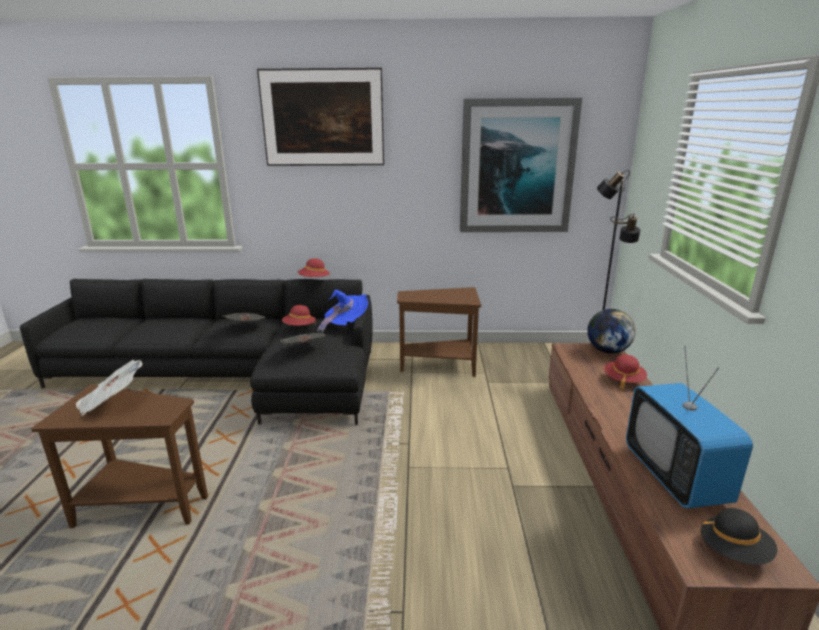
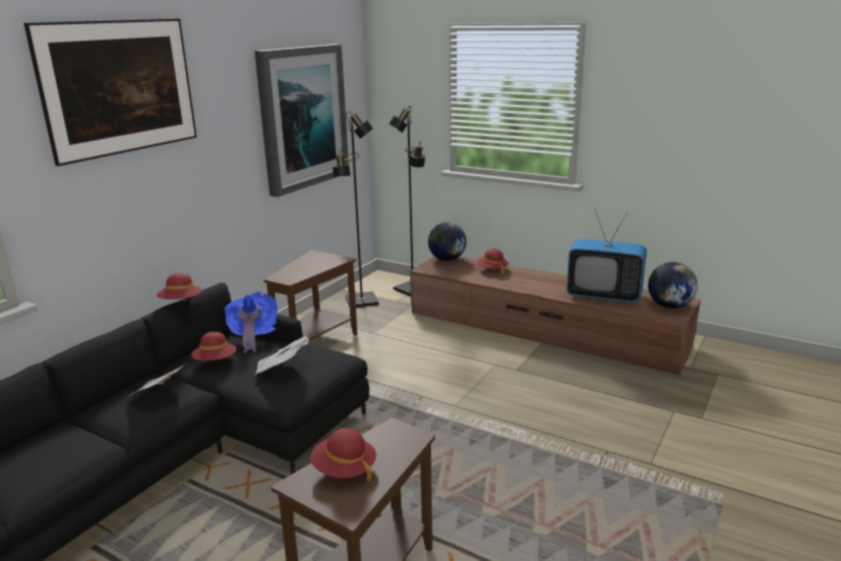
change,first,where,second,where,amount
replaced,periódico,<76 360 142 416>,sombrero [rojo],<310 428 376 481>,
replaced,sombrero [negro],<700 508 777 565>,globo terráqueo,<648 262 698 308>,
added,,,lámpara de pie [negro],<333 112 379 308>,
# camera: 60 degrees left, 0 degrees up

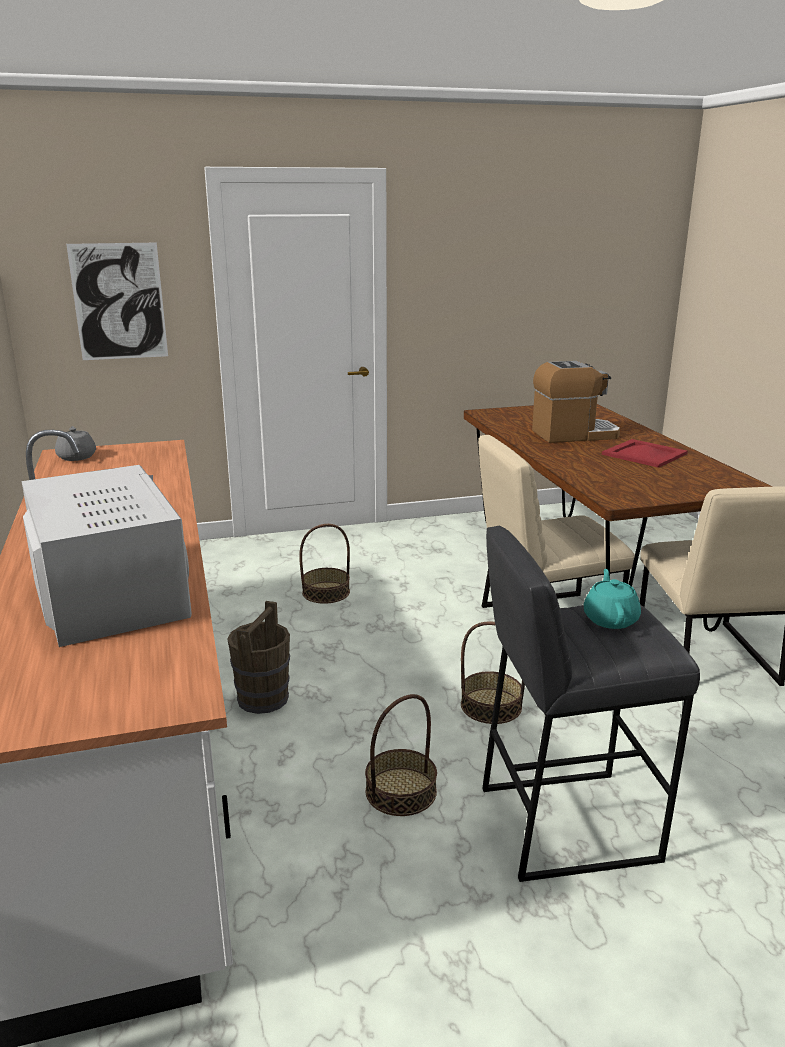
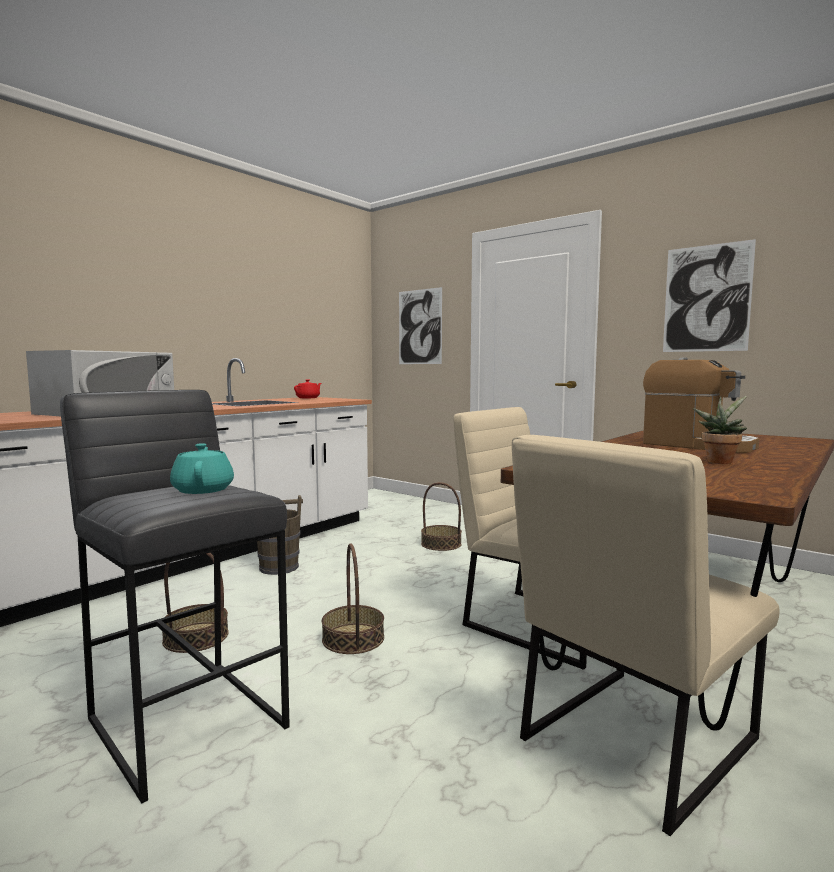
change,first,where,second,where,amount
recoloured,tetera [gris],<55 426 96 461>,tetera [rojo],<294 379 322 398>,
replaced,bandeja [rojo],<602 439 688 468>,planta en maceta,<693 396 747 464>,
turned,tetera [turquesa],<584 569 641 629>,,<170 443 234 494>,75 degrees counterclockwise
added,,,cuadro,<663 239 756 352>,
# camera: 55 degrees right, 15 degrees down

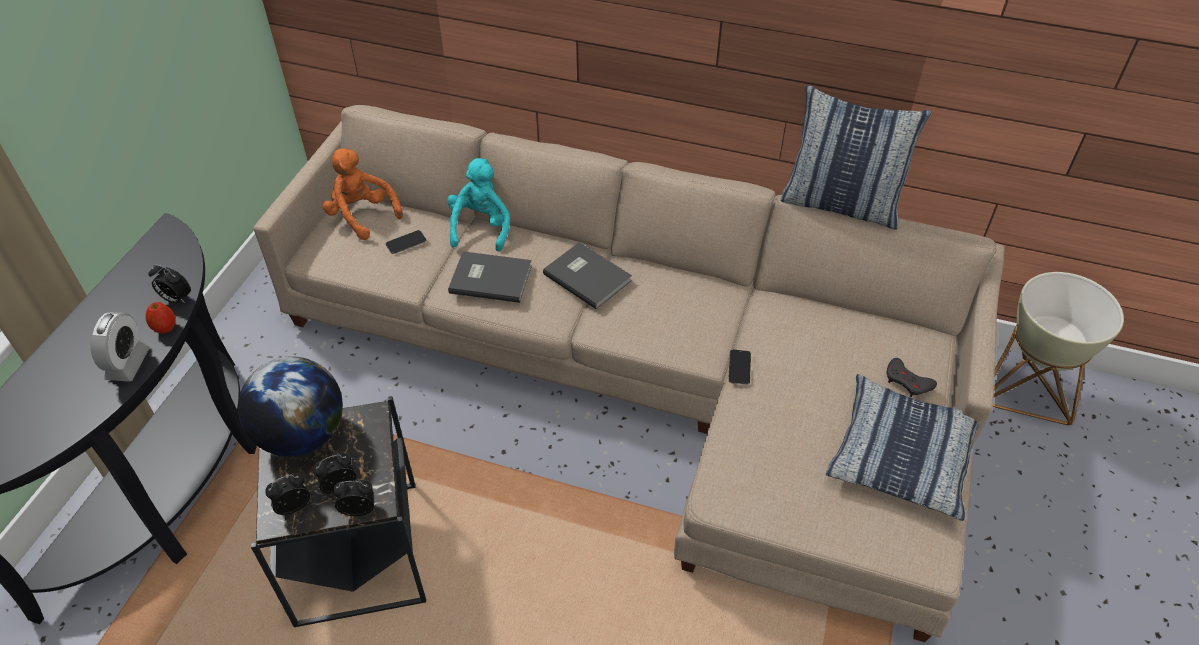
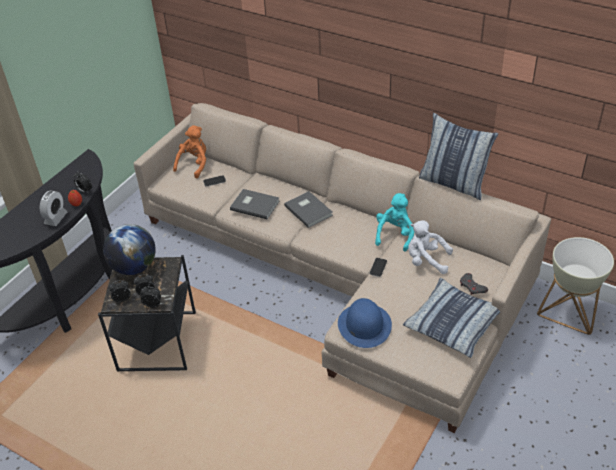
change,first,where,second,where,amount
turned,peluche [naranja],<322 148 403 240>,,<173 126 206 178>,60 degrees clockwise
moved,peluche [turquesa],<447 158 510 251>,,<375 193 414 252>,
added,,,peluche [blanco],<408 221 453 274>,
added,,,sombrero [azul],<338 298 392 348>,
# camera: 15 degrees right, 5 degrees down

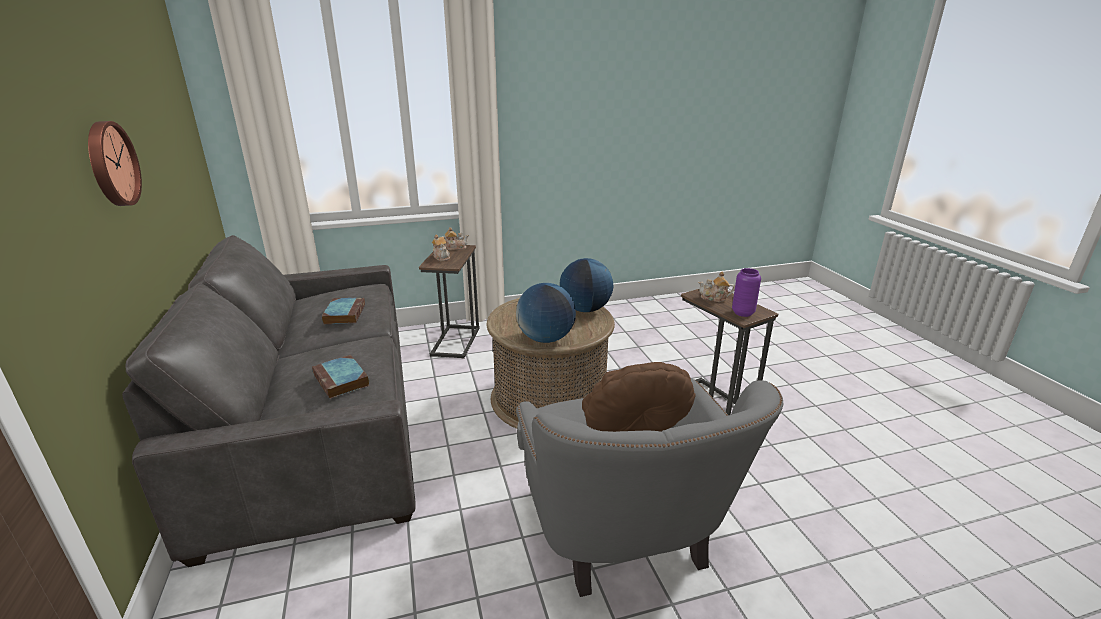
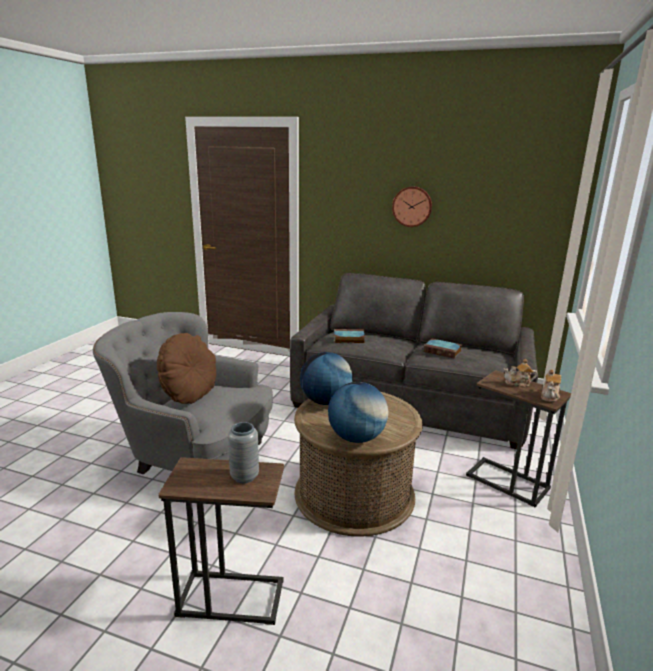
change,first,where,second,where,amount
removed,florero [morado],<732 268 761 317>,,,
replaced,tetera,<698 272 735 302>,florero [gris],<228 422 259 483>,
# camera: 125 degrees right, 5 degrees down

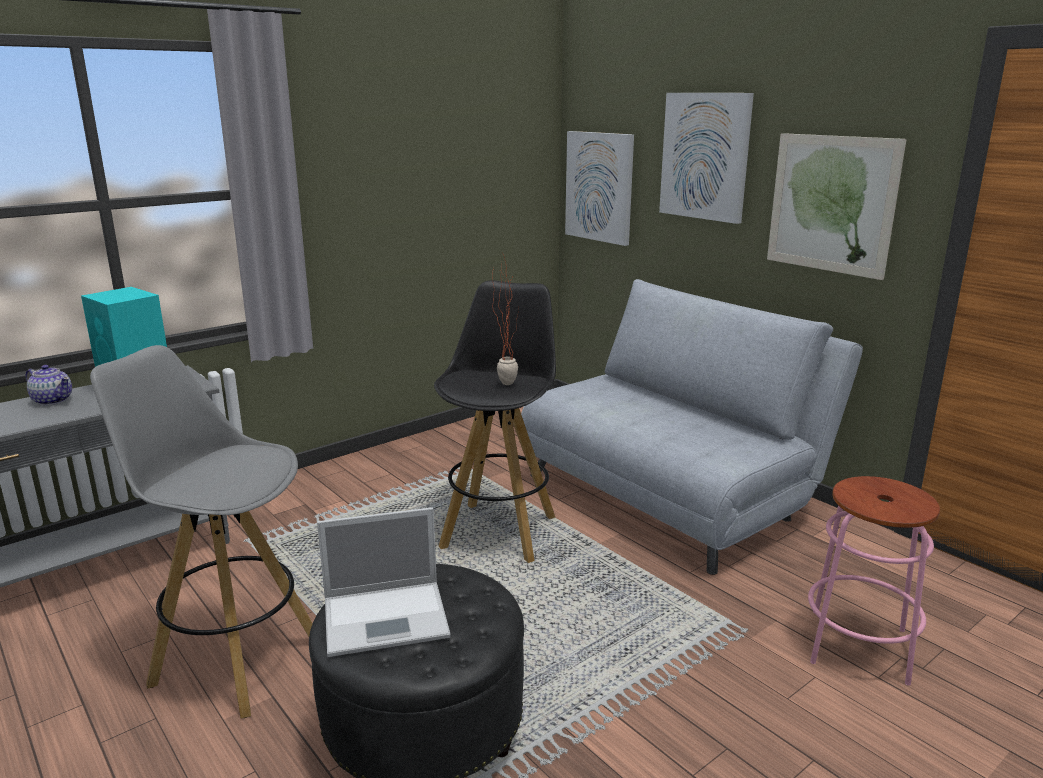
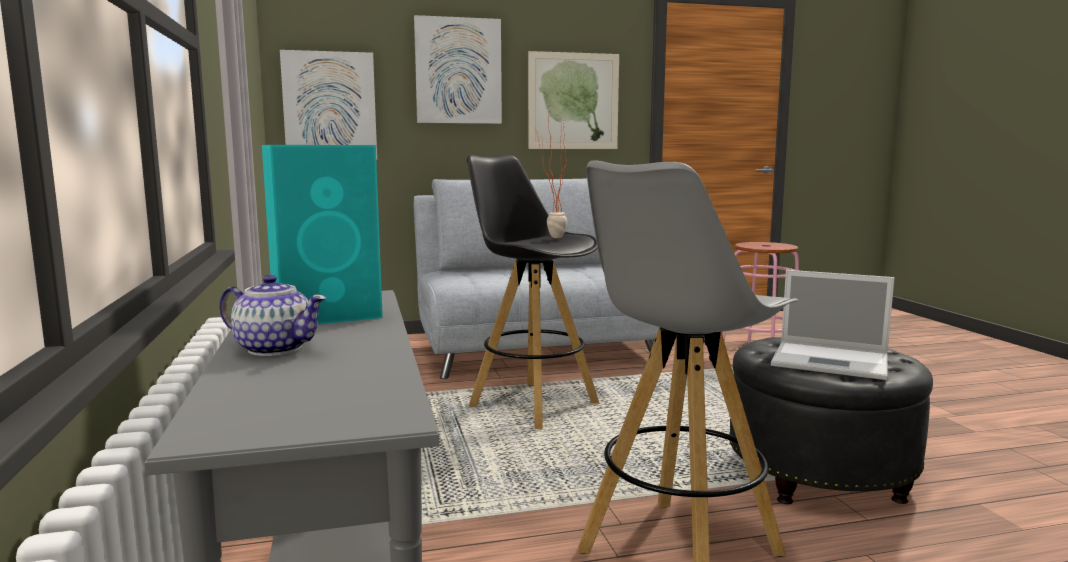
change,first,where,second,where,amount
turned,tetera,<25 365 72 405>,,<219 275 326 356>,60 degrees clockwise
turned,portátil,<317 507 451 657>,,<771 270 894 380>,105 degrees clockwise
# camera: 65 degrees left, 10 degrees down

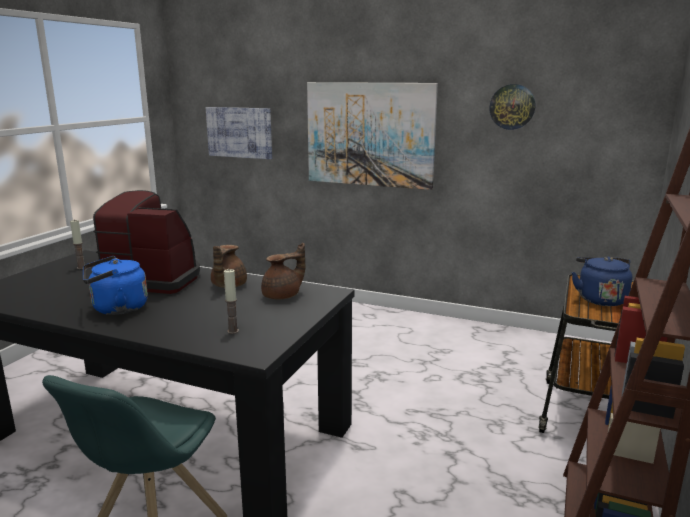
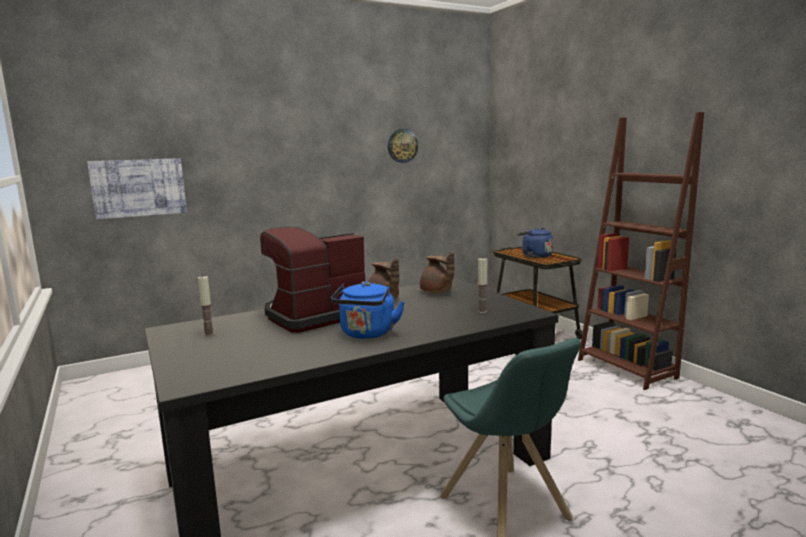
change,first,where,second,where,amount
removed,cuadro,<307 82 438 190>,,,
turned,tetera [marrón],<261 243 305 300>,,<420 252 454 293>,135 degrees clockwise
# camera: 50 degrees left, 5 degrees down

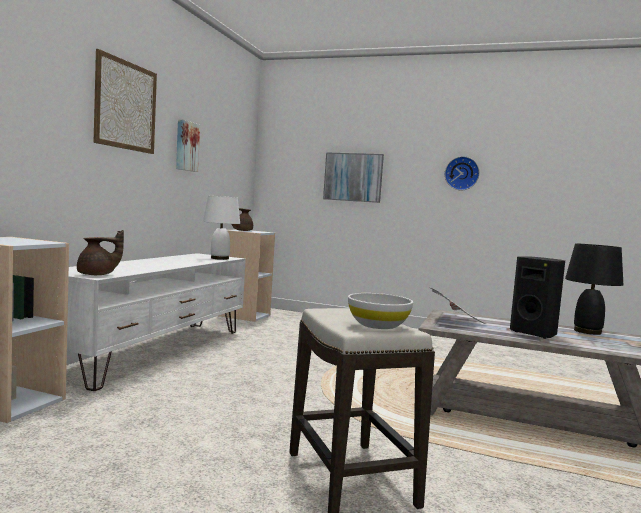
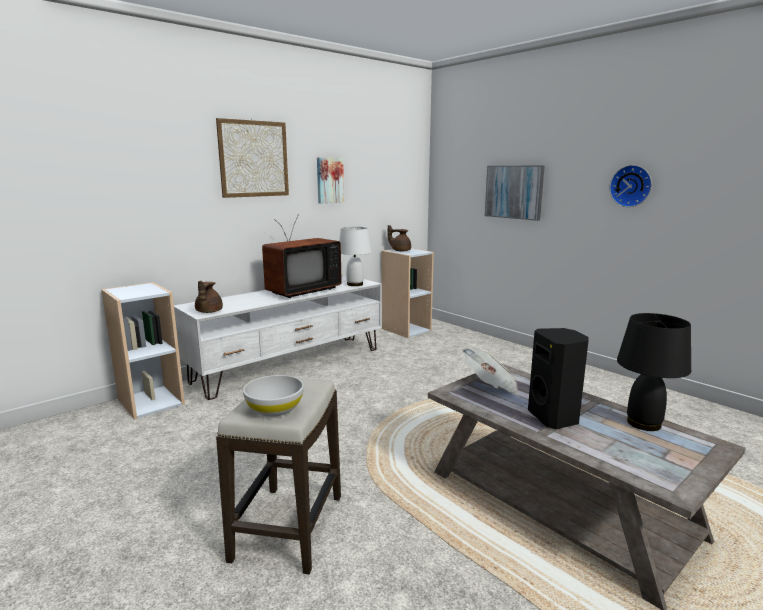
change,first,where,second,where,amount
turned,tetera [marrón],<77 230 124 275>,,<195 281 223 313>,90 degrees clockwise
added,,,televisor,<262 214 342 298>,
# camera: 30 degrees right, 10 degrees up

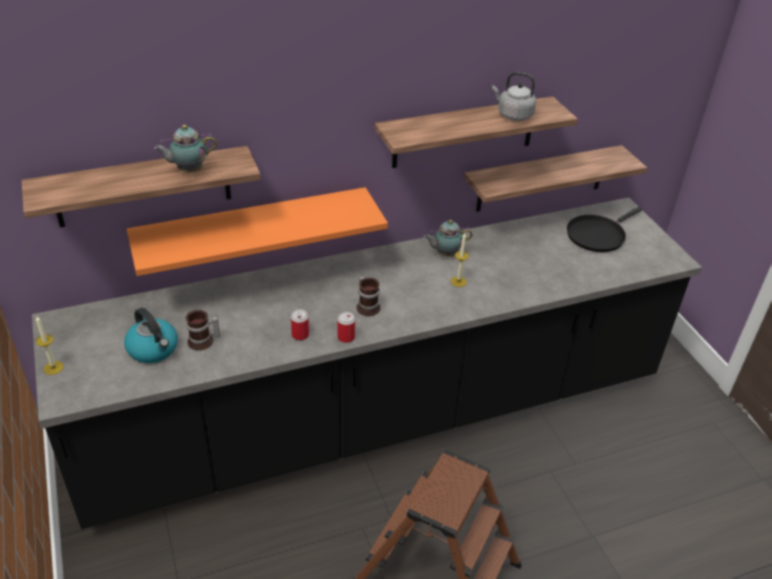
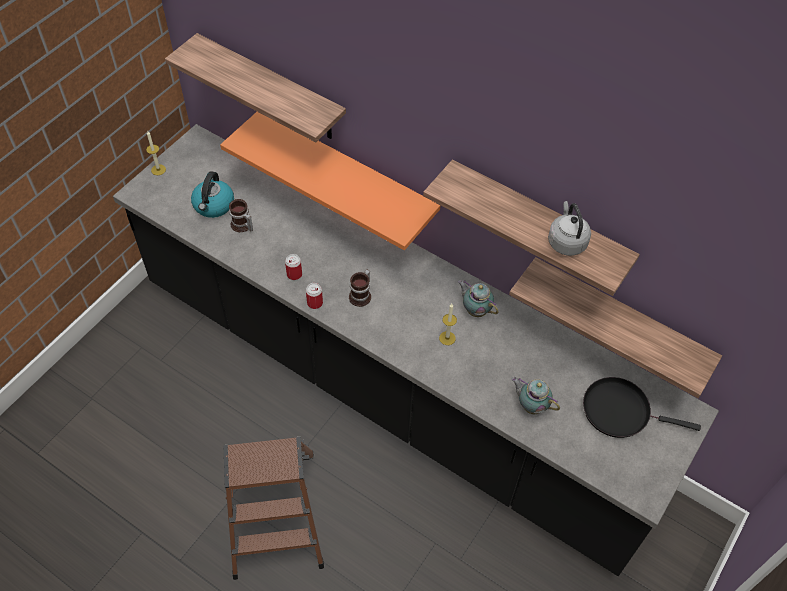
change,first,where,second,where,amount
moved,tetera,<154 125 217 172>,,<511 377 560 414>,
# camera: 55 degrees right, 15 degrees up

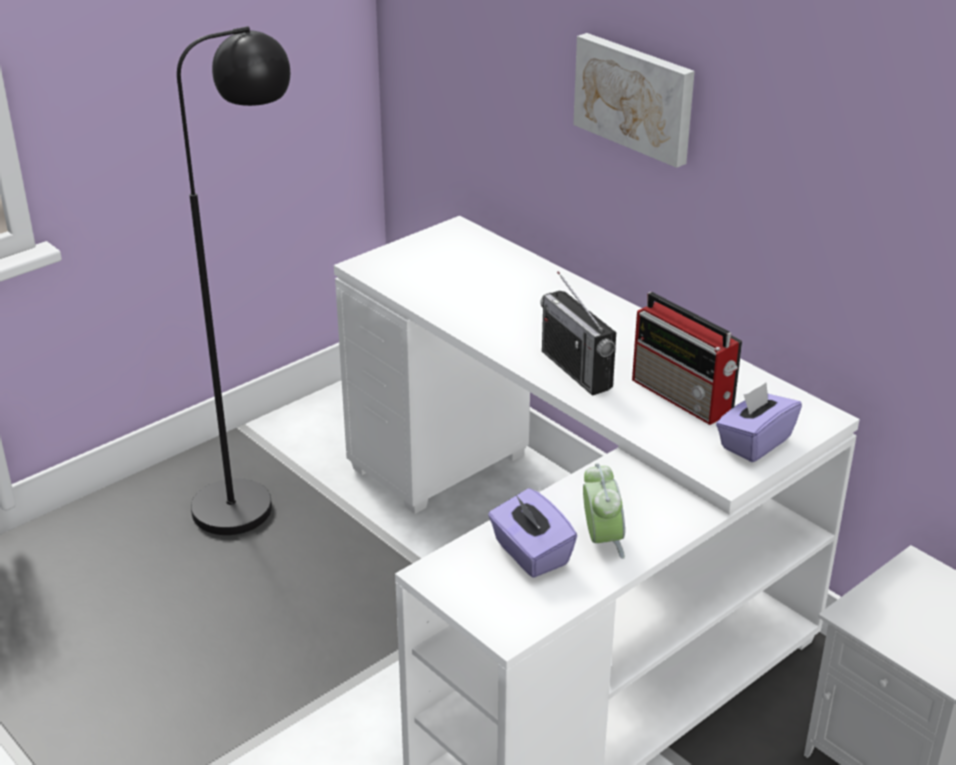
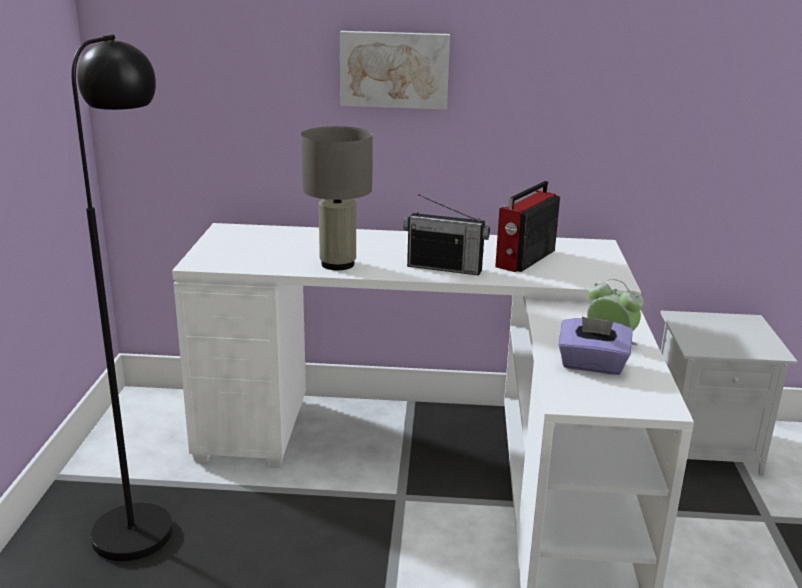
change,first,where,second,where,amount
turned,radio,<632 292 742 425>,,<495 181 560 272>,120 degrees clockwise
removed,caja de pañuelos [morado],<716 383 802 462>,,,
added,,,lámpara de mesa [gris],<301 126 373 270>,
# camera: 45 degrees left, 10 degrees down

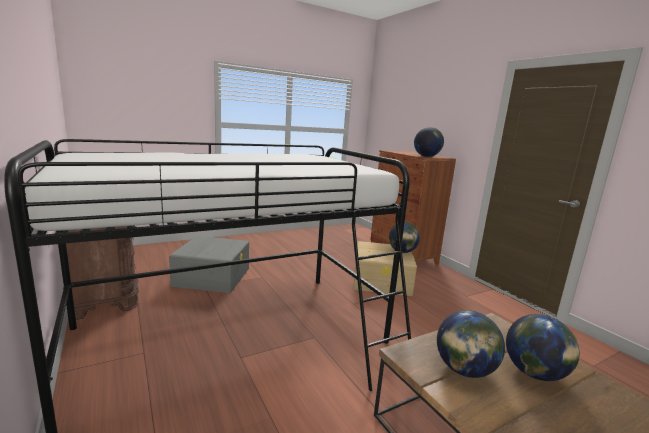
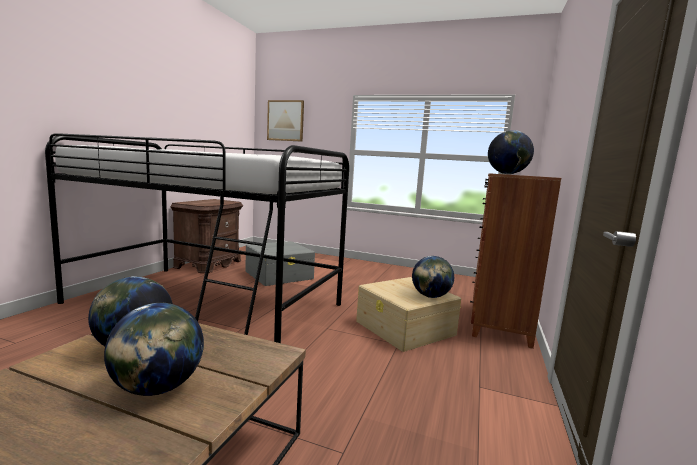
change,first,where,second,where,amount
added,,,cuadro,<267 100 304 142>,
# camera: 50 degrees right, 5 degrees down

